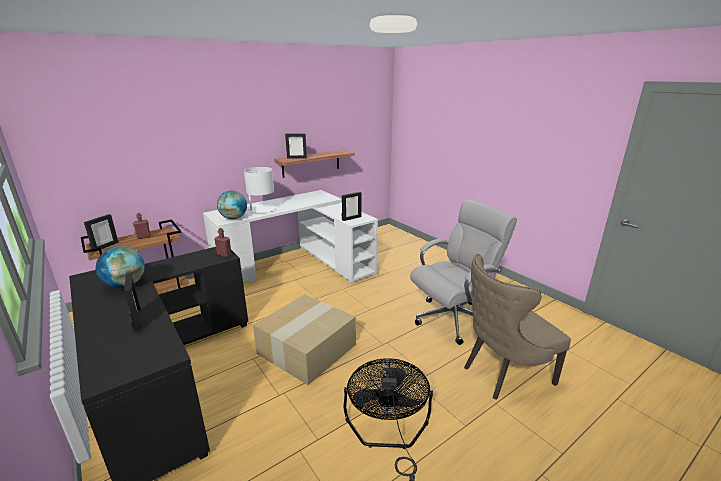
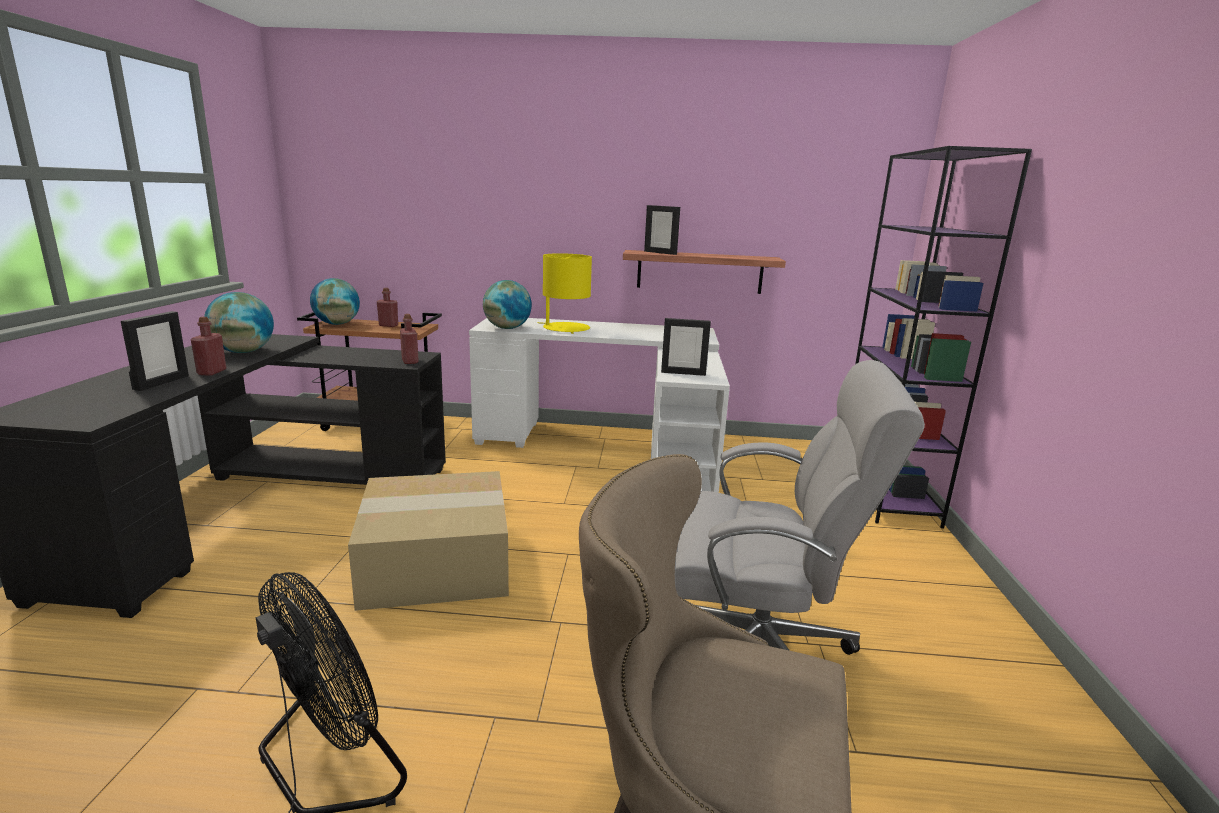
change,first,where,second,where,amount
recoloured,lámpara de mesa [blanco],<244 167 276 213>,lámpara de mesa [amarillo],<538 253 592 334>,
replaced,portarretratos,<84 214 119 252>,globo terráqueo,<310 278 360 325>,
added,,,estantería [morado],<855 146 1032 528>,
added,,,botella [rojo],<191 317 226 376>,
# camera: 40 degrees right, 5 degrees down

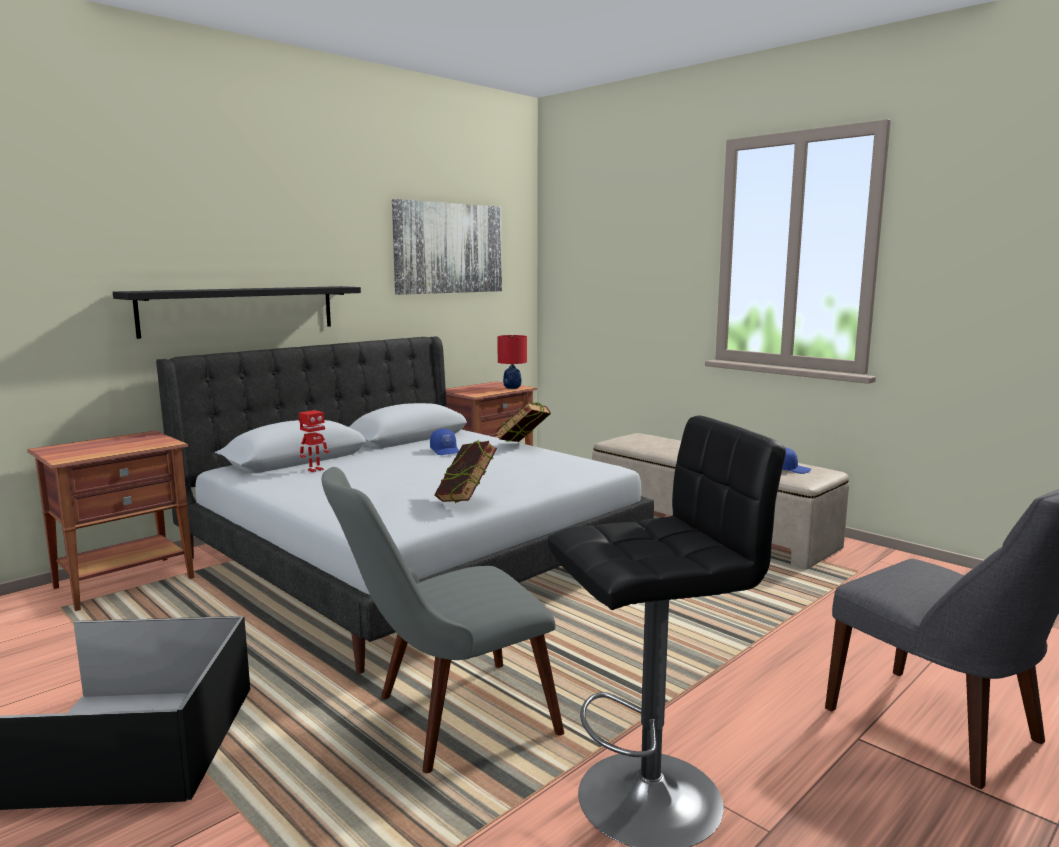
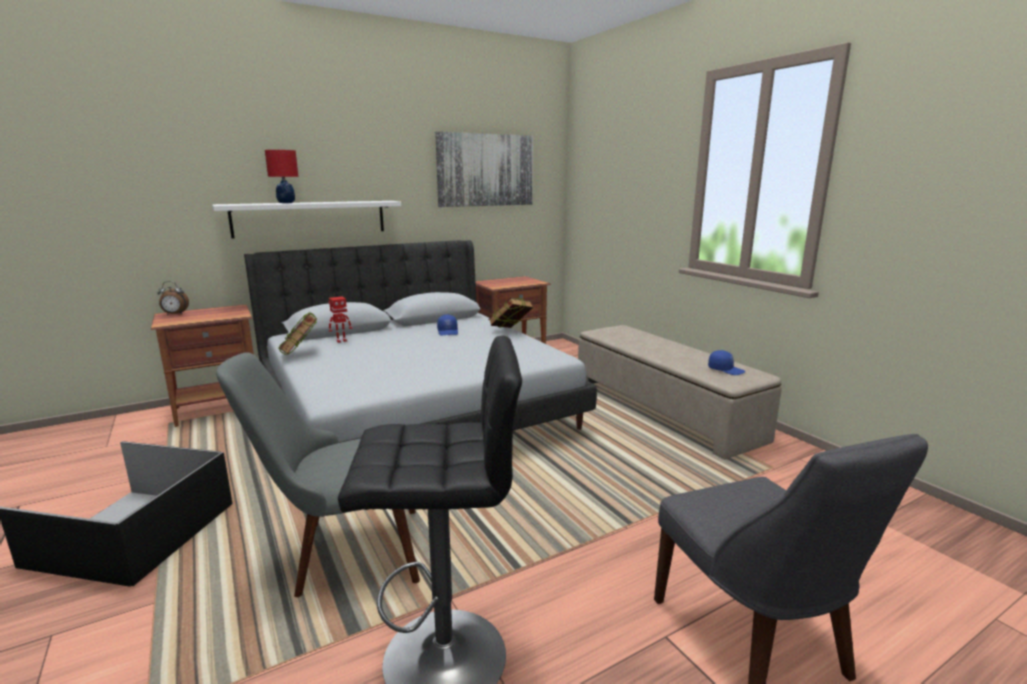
change,first,where,second,where,amount
recoloured,estante [negro],<113 286 361 339>,estante [blanco],<212 201 401 239>,
moved,lámpara de mesa [rojo],<497 335 527 389>,,<265 150 298 203>,
moved,libro,<434 440 497 503>,,<279 312 317 355>,
added,,,despertador,<157 281 189 315>,
# camera: 15 degrees right, 5 degrees up

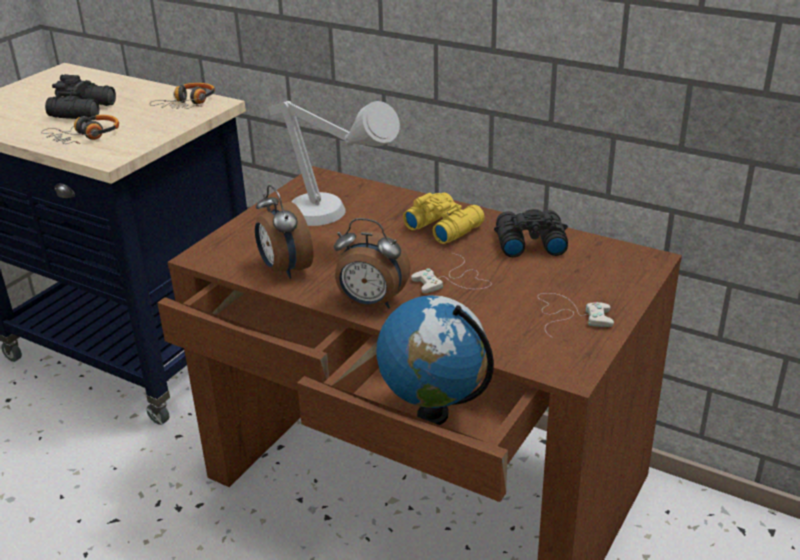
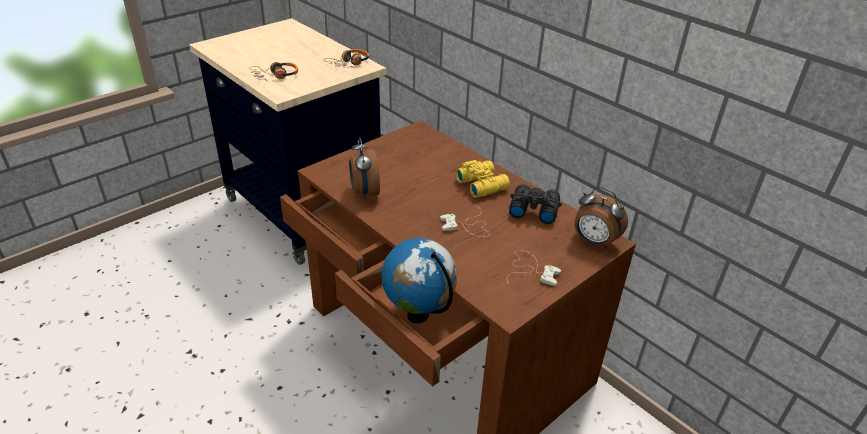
change,first,where,second,where,amount
removed,prismáticos [negro],<45 74 116 119>,,,
removed,lámpara de mesa [gris],<268 101 400 226>,,,
moved,despertador,<334 218 411 308>,,<575 187 628 249>,
# camera: 15 degrees right, 5 degrees up

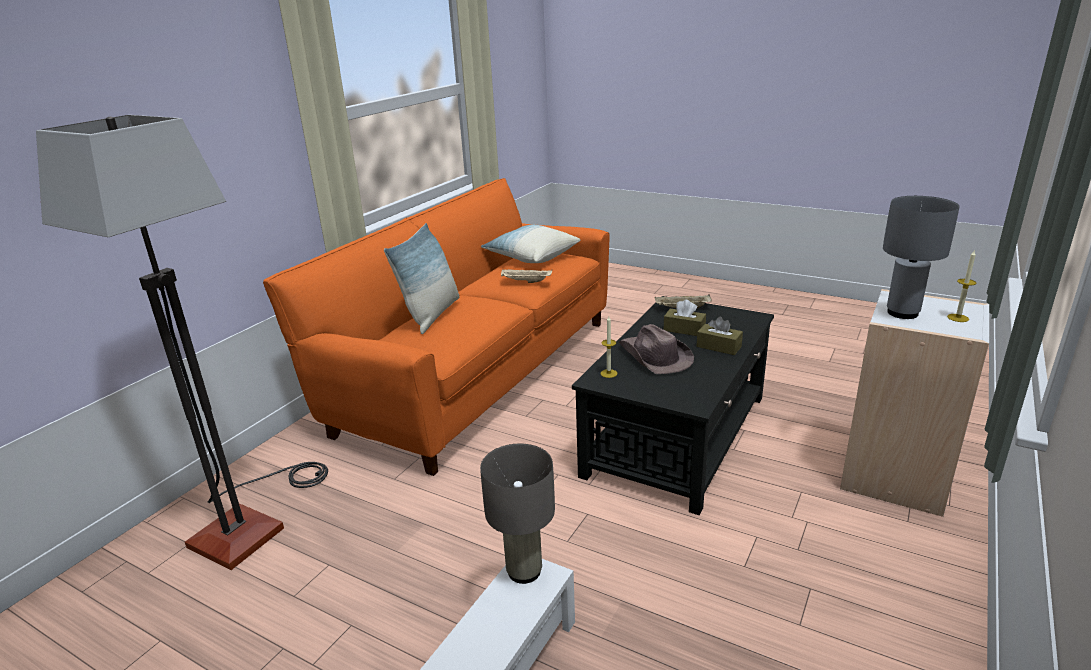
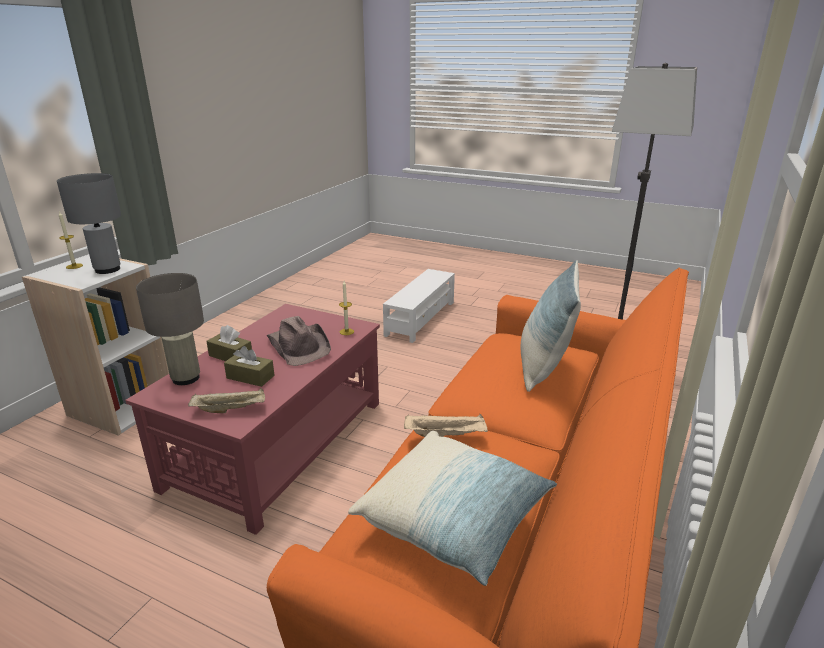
change,first,where,second,where,amount
recoloured,mesa de centro [negro],<572 296 774 515>,mesa de centro [rojo],<125 304 380 535>,
moved,lámpara de mesa [gris],<480 444 555 584>,,<136 273 204 385>,
# camera: 175 degrees right, 0 degrees up

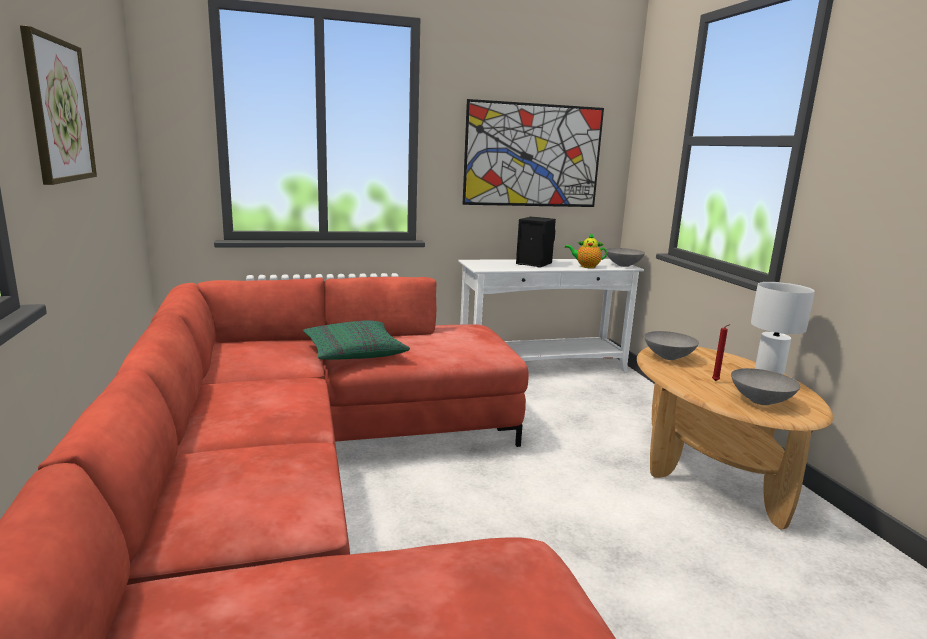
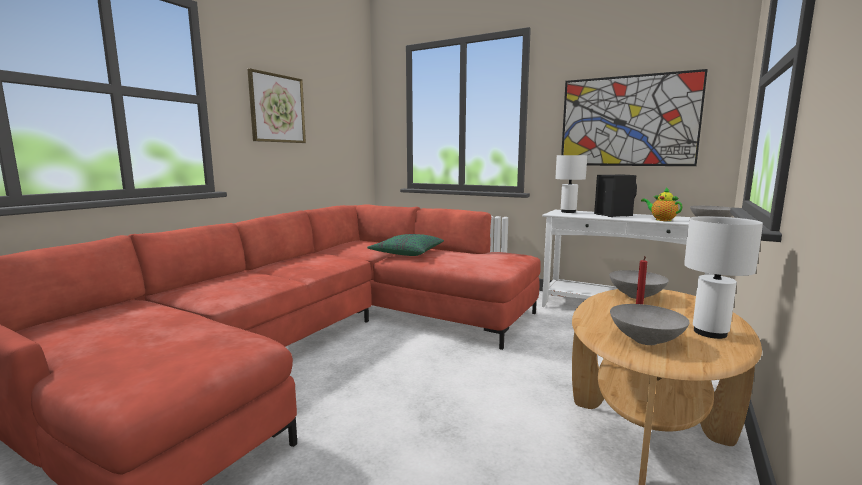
change,first,where,second,where,amount
added,,,lámpara de mesa [blanco],<556 155 587 213>,
# camera: 45 degrees right, 5 degrees down

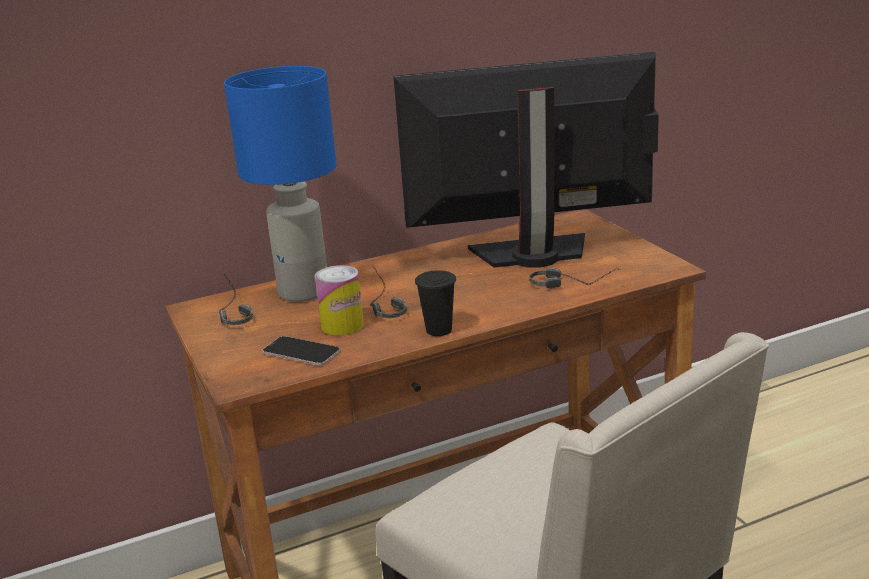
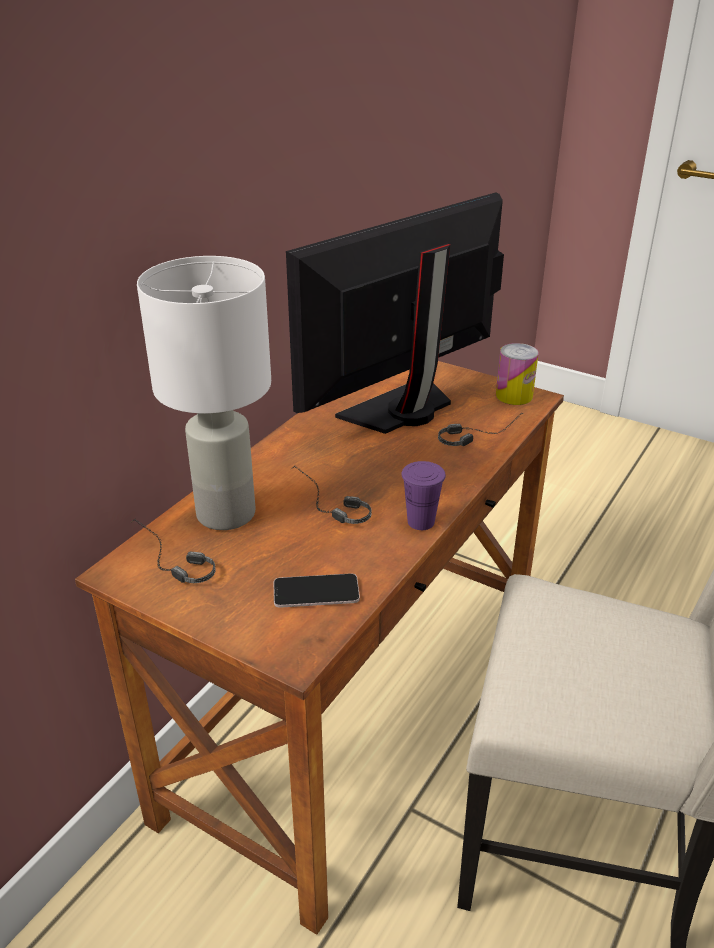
change,first,where,second,where,amount
recoloured,lámpara de mesa [azul],<224 66 336 302>,lámpara de mesa [blanco],<137 256 271 530>,
moved,lata,<315 265 364 336>,,<496 343 539 405>,
recoloured,taza [negro],<415 270 456 336>,taza [morado],<401 461 446 530>,
# camera: 35 degrees left, 10 degrees up

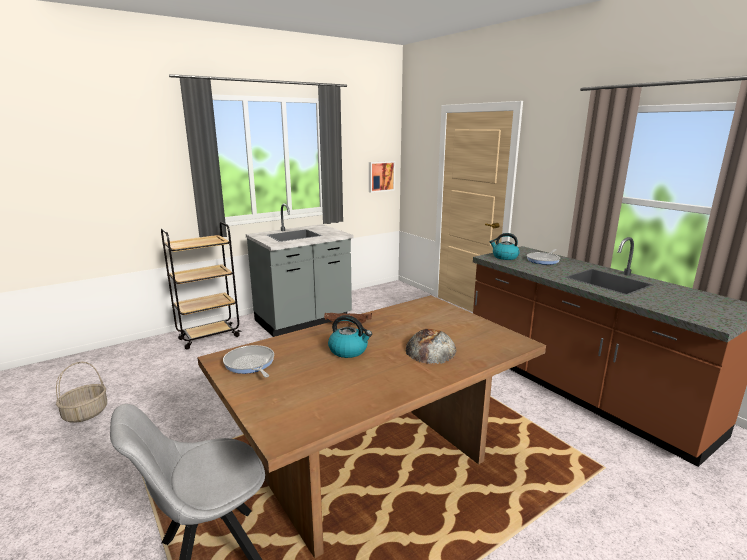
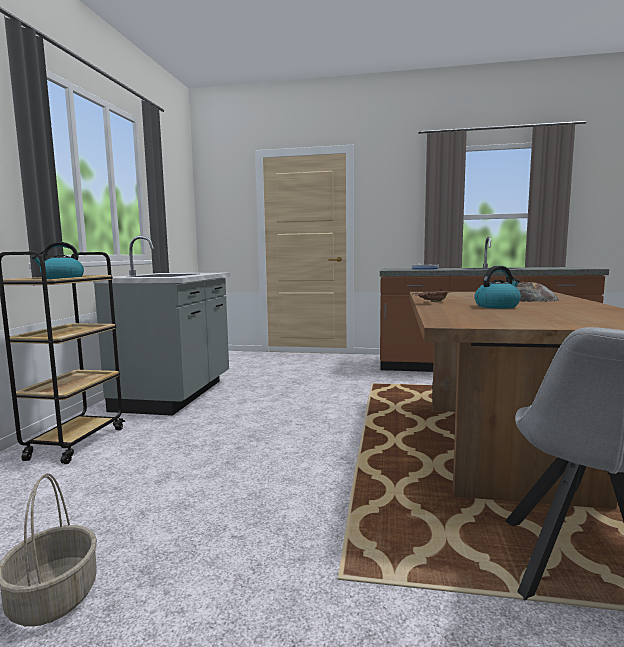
change,first,where,second,where,amount
removed,cuadro,<369 161 395 193>,,,
moved,hervidor,<490 233 520 260>,,<32 242 84 279>,
removed,sartén,<223 345 274 378>,,,
# camera: 45 degrees left, 10 degrees down

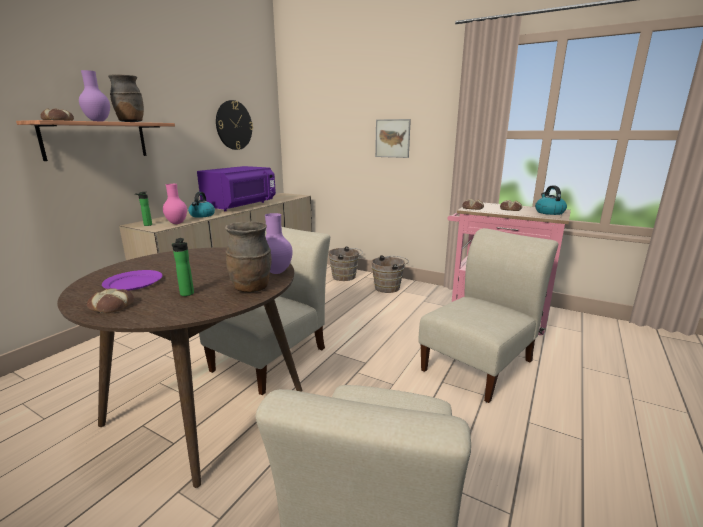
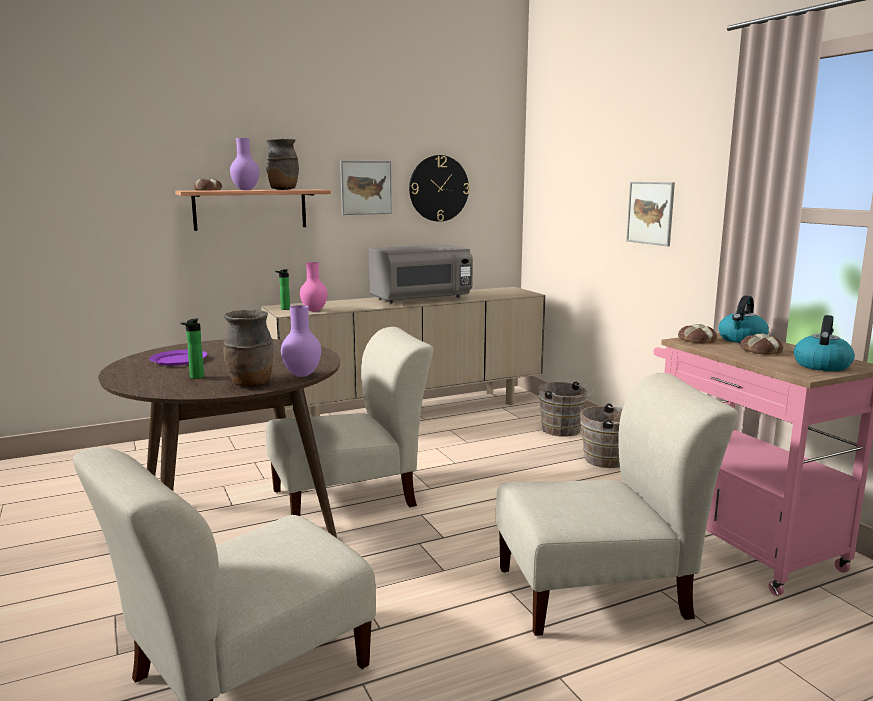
change,first,where,second,where,amount
recoloured,microondas [morado],<197 166 276 211>,microondas [gris],<369 244 473 304>,
moved,hervidor,<188 192 215 218>,,<718 296 769 343>,
removed,pan,<87 288 134 313>,,,
added,,,cuadro,<340 161 392 215>,
# camera: 35 degrees right, 5 degrees down

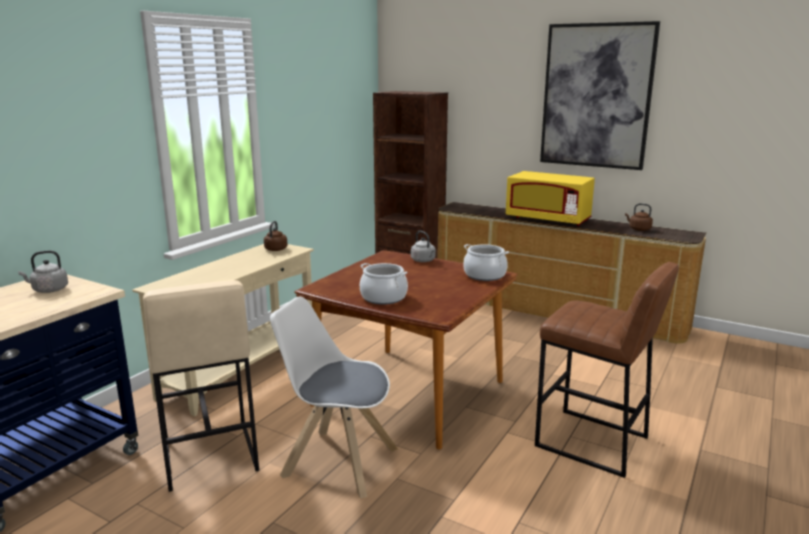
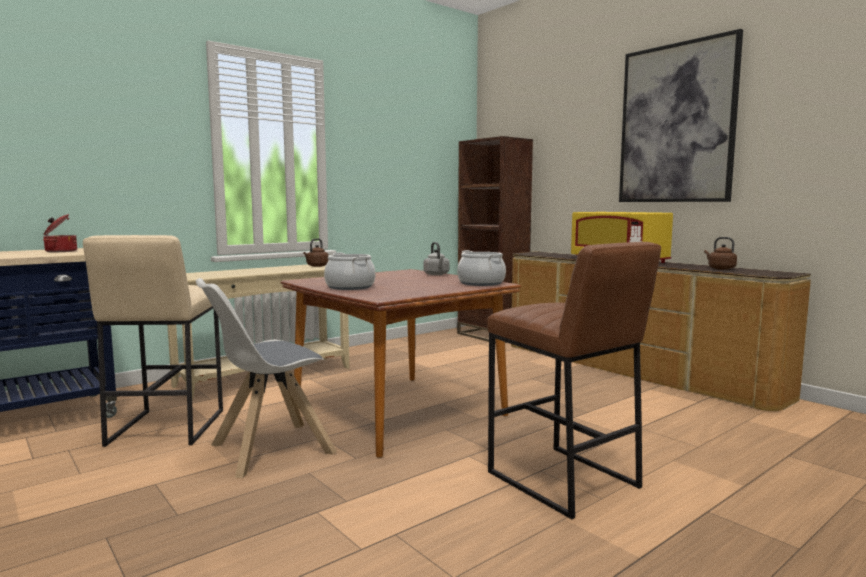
change,first,where,second,where,amount
replaced,hervidor [gris],<18 250 68 293>,olla,<43 214 77 252>,
turned,silla,<270 297 398 498>,,<195 278 337 478>,75 degrees counterclockwise
# camera: 20 degrees right, 10 degrees down

